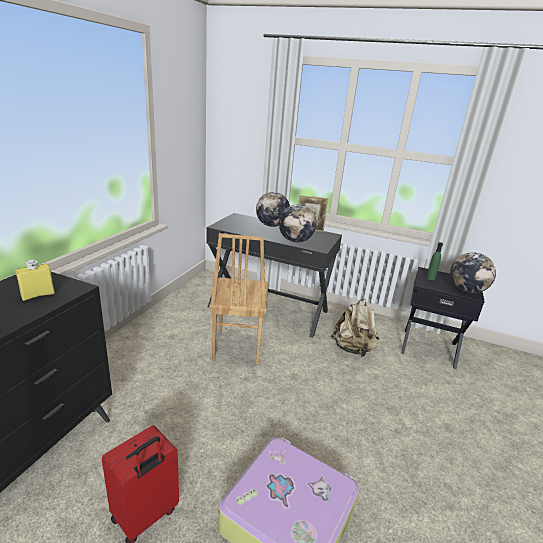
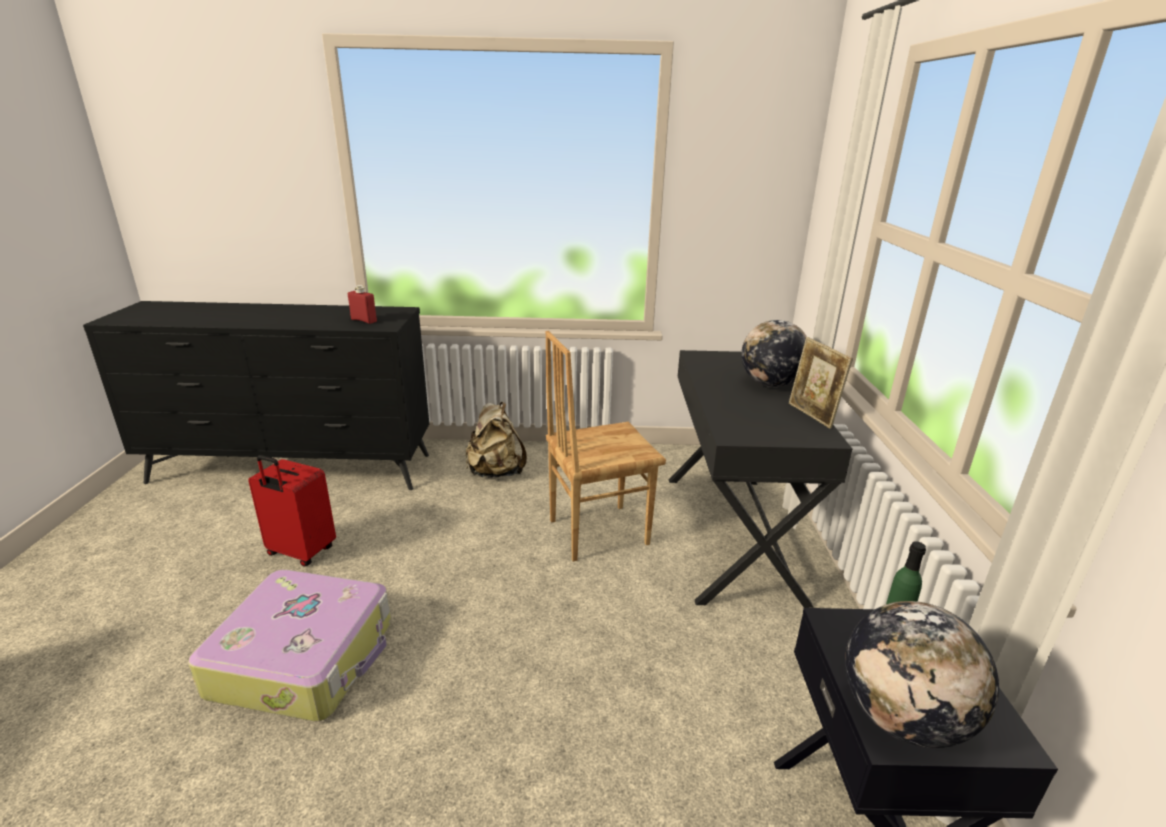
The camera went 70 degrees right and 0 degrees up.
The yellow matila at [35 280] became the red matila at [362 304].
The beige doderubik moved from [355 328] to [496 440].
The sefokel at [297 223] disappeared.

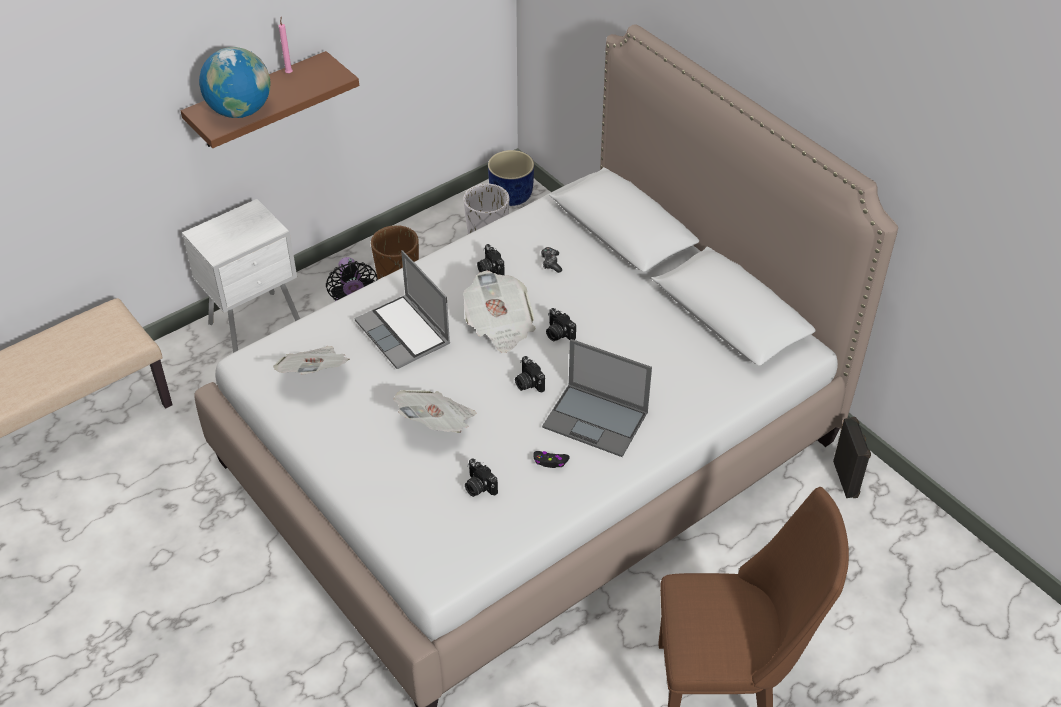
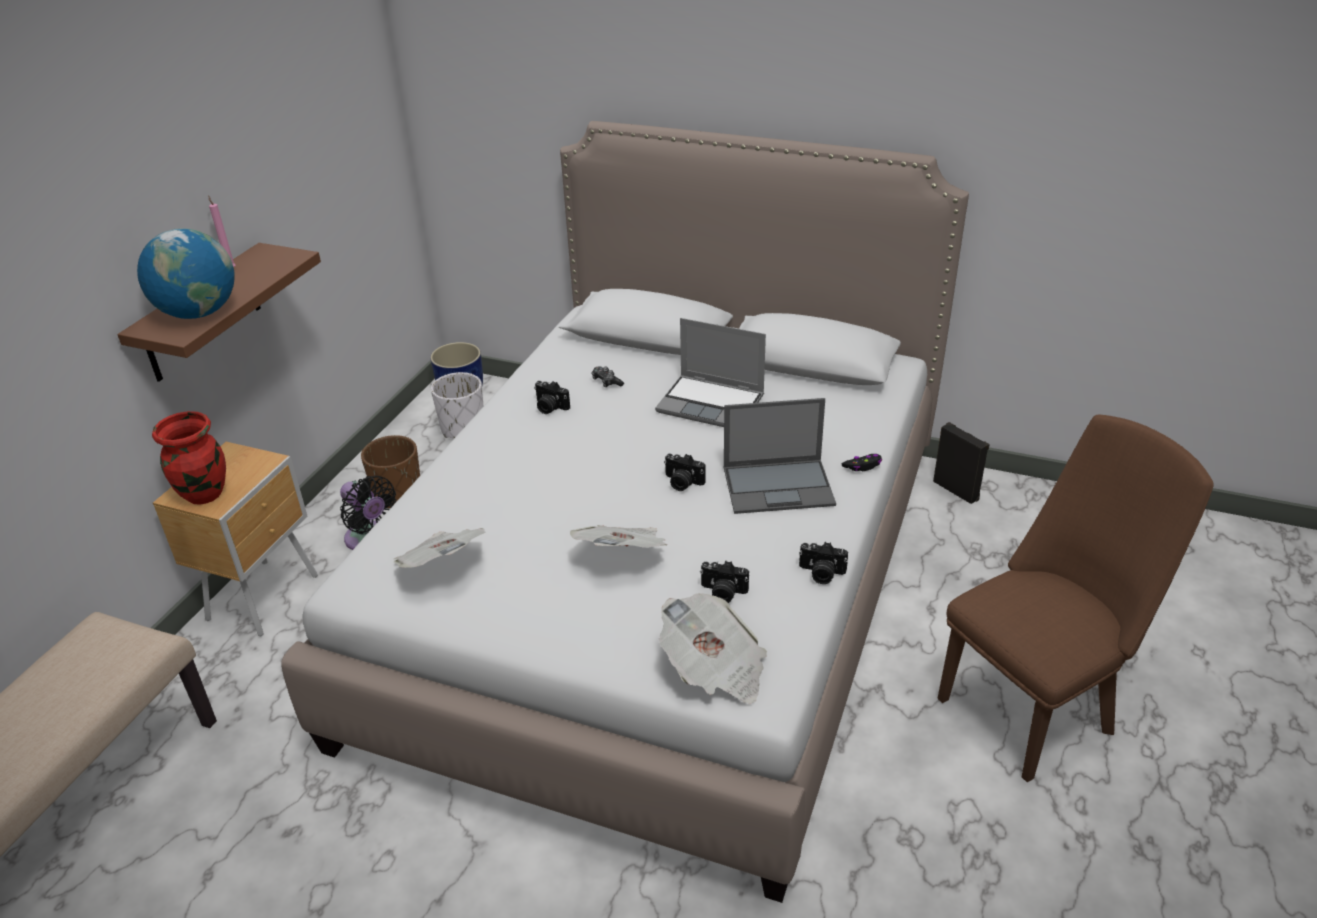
The camera went 30 degrees left and 10 degrees down.
The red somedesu at [189 458] appeared.
The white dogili at [241 276] became the brown dogili at [235 539].
The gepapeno moved from [402 309] to [710 372].
The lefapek moved from [499 311] to [713 648].
The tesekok moved from [561 324] to [823 563].
The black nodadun moved from [551 459] to [862 462].

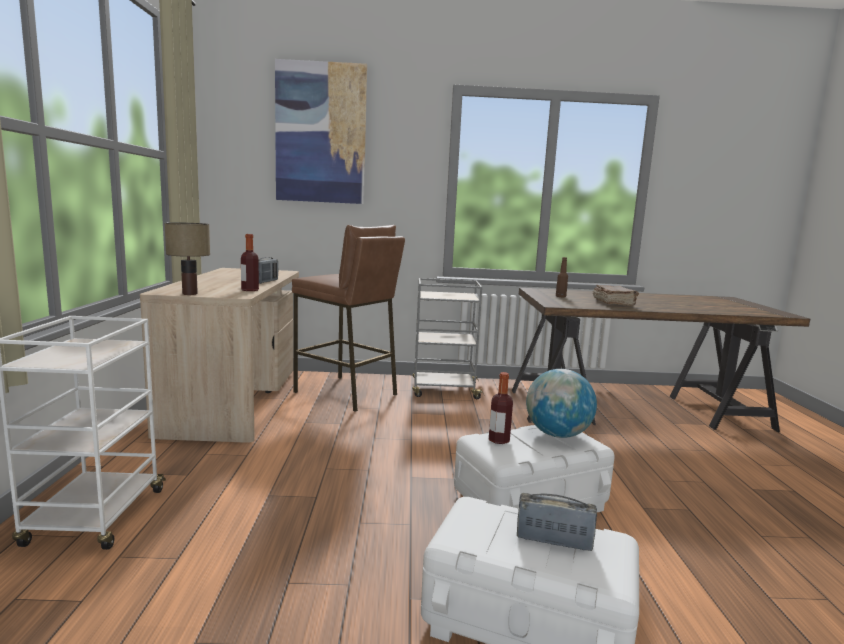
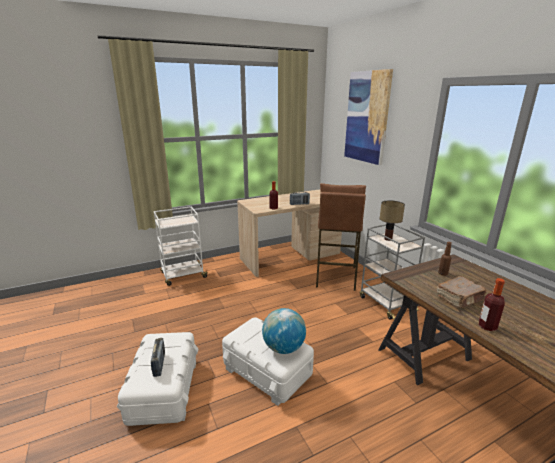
The camera went 65 degrees right and 10 degrees up.
The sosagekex moved from [187 258] to [392 220].
The matila moved from [501 408] to [492 304].

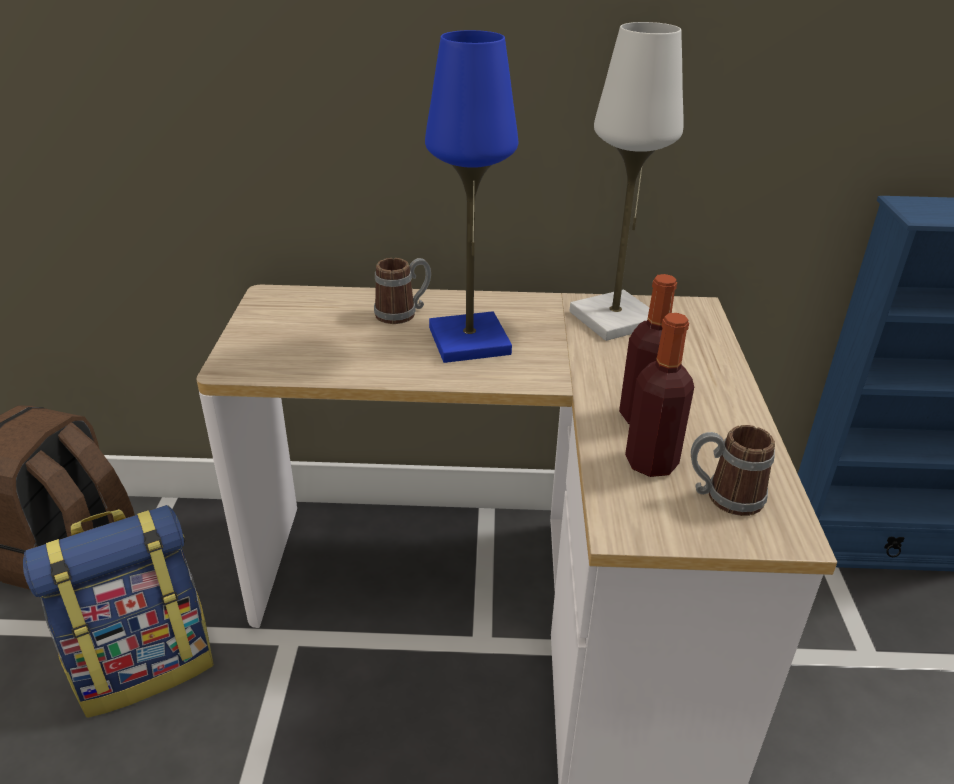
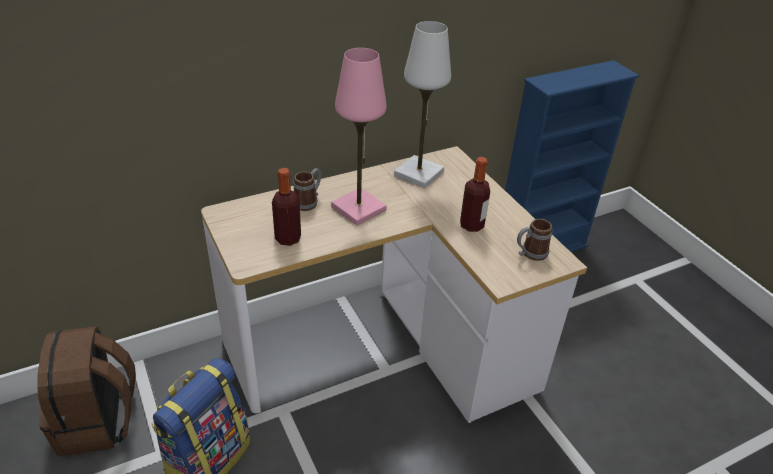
The camera went 30 degrees left and 5 degrees up.
The matila moved from [659 395] to [286 207].
The blue sosagekex at [471 196] became the pink sosagekex at [359 137].

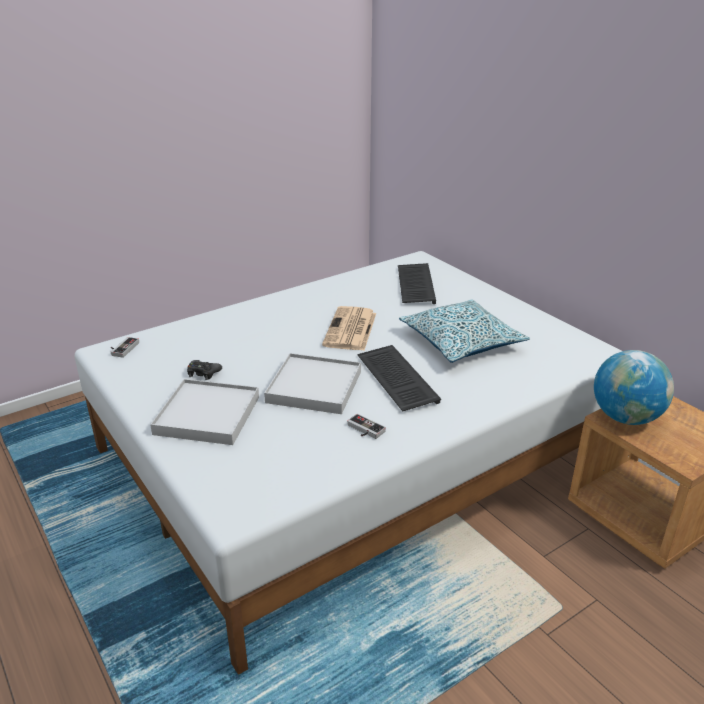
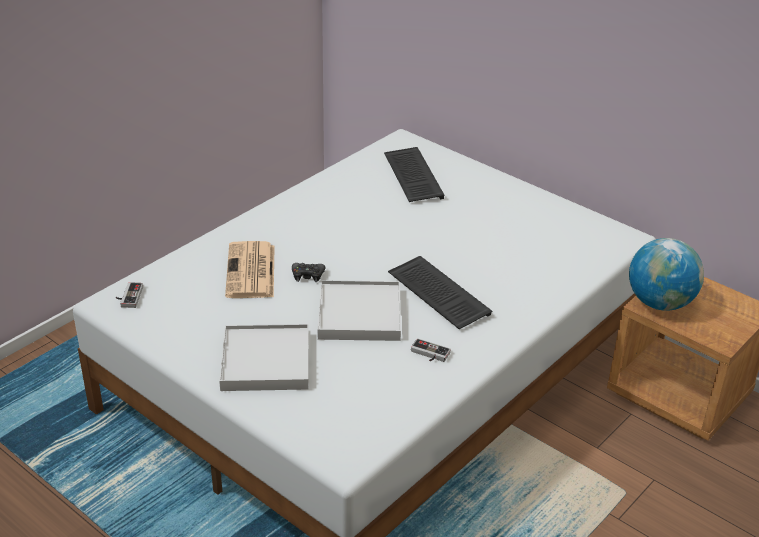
The camera went 15 degrees left and 5 degrees up.
The lefapek moved from [349 328] to [250 269].
The black nodadun moved from [204 370] to [308 272].
The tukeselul at [464 331] disappeared.

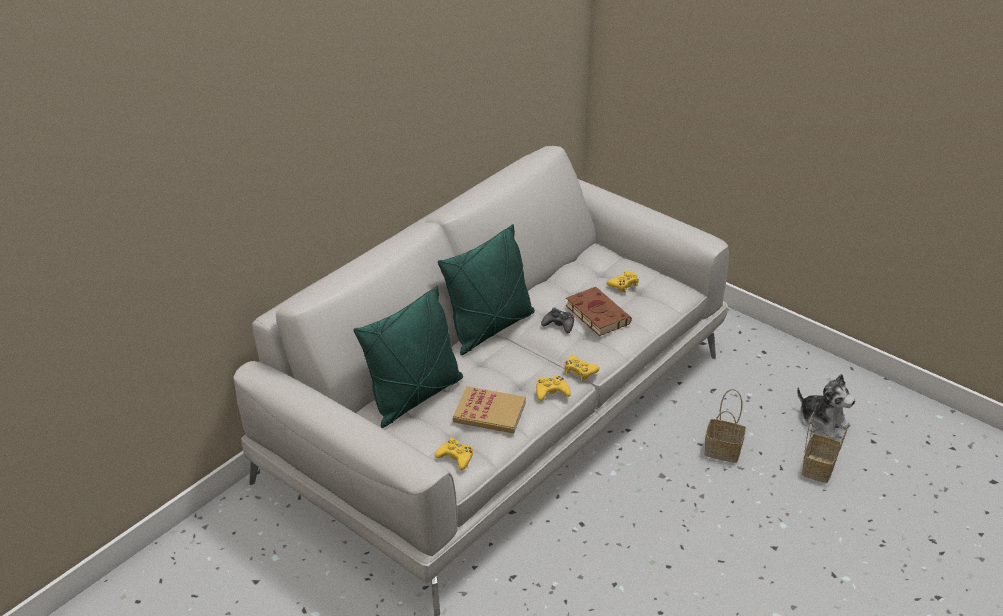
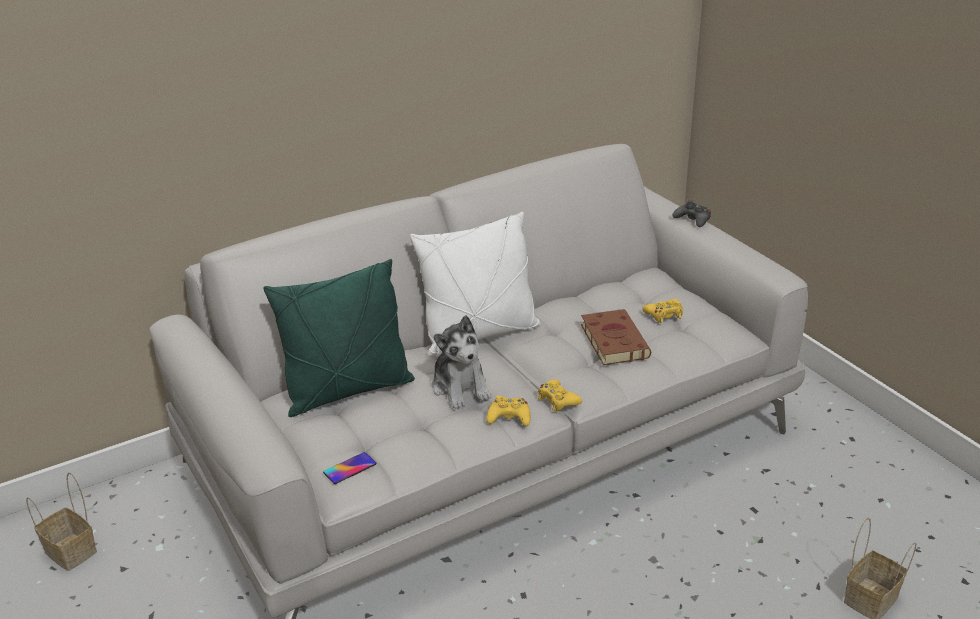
The camera went 20 degrees right and 5 degrees down.
The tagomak moved from [725 426] to [61 521].
The yellow nodadun at [454 454] was replaced by the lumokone at [349 468].
The green tukeselul at [486 289] became the white tukeselul at [475 284].
The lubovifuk moved from [826 407] to [461 362].
The black nodadun moved from [557 320] to [692 213].
The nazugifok at [489 410] disappeared.

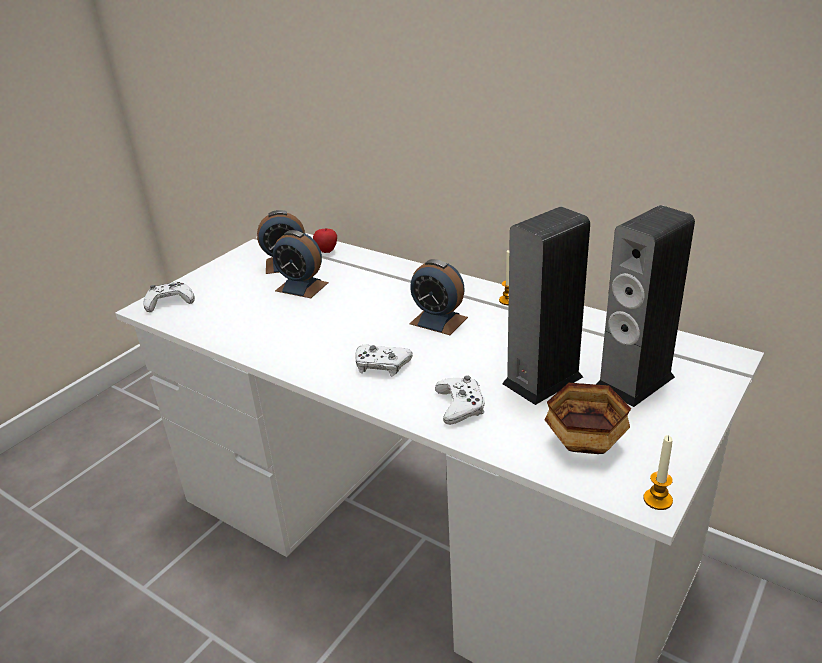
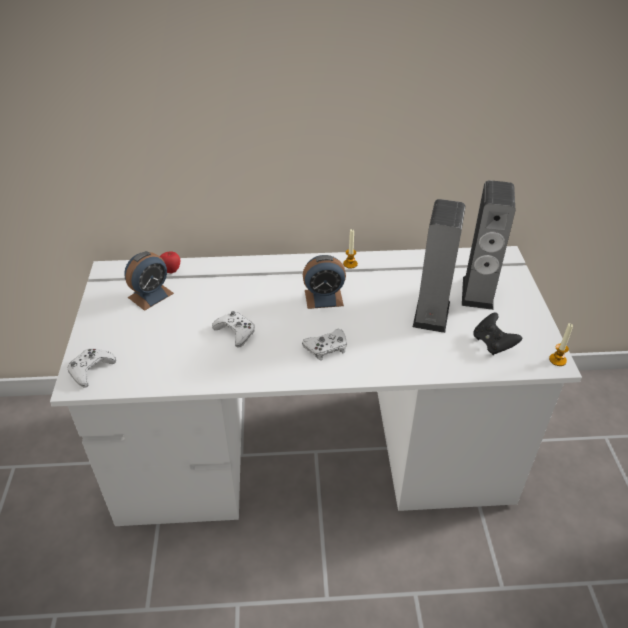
The camera went 40 degrees left and 10 degrees up.
The white nodadun moved from [460 400] to [233 329].
The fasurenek at [588 418] was replaced by the black nodadun at [497 333].
The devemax at [301 264] disappeared.

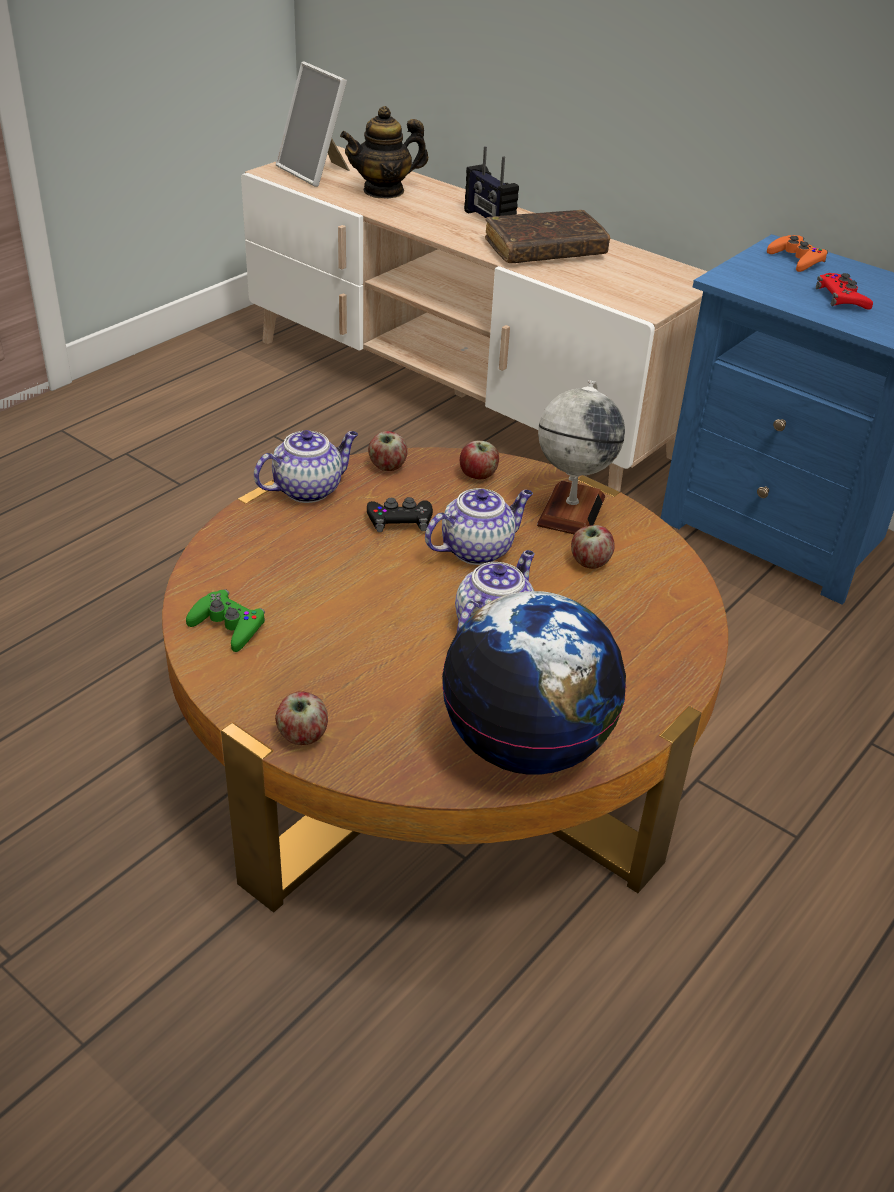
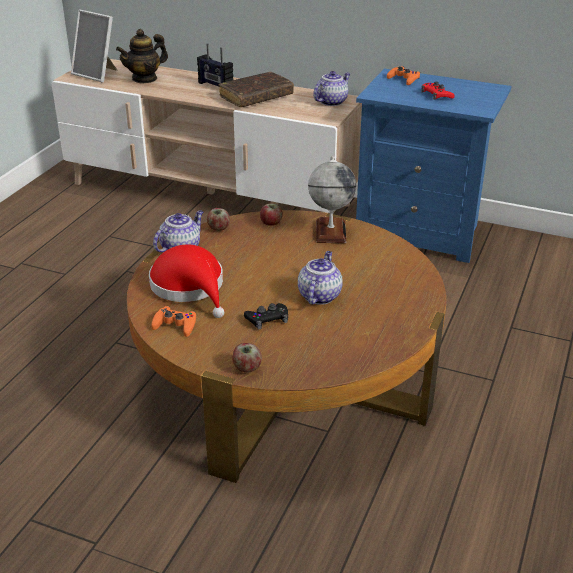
The camera went 15 degrees left and 5 degrees down.
The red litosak at [186 281] appeared.
The green nodadun at [225 620] became the orange nodadun at [173 321].
The black nodadun moved from [400 514] to [266 316].
The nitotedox moved from [479 526] to [331 88].
The sefokel at [534 683] disappeared.
The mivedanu at [593 547] disappeared.

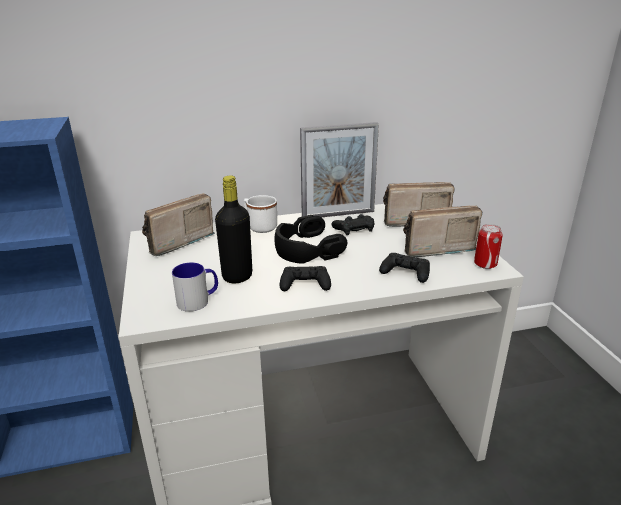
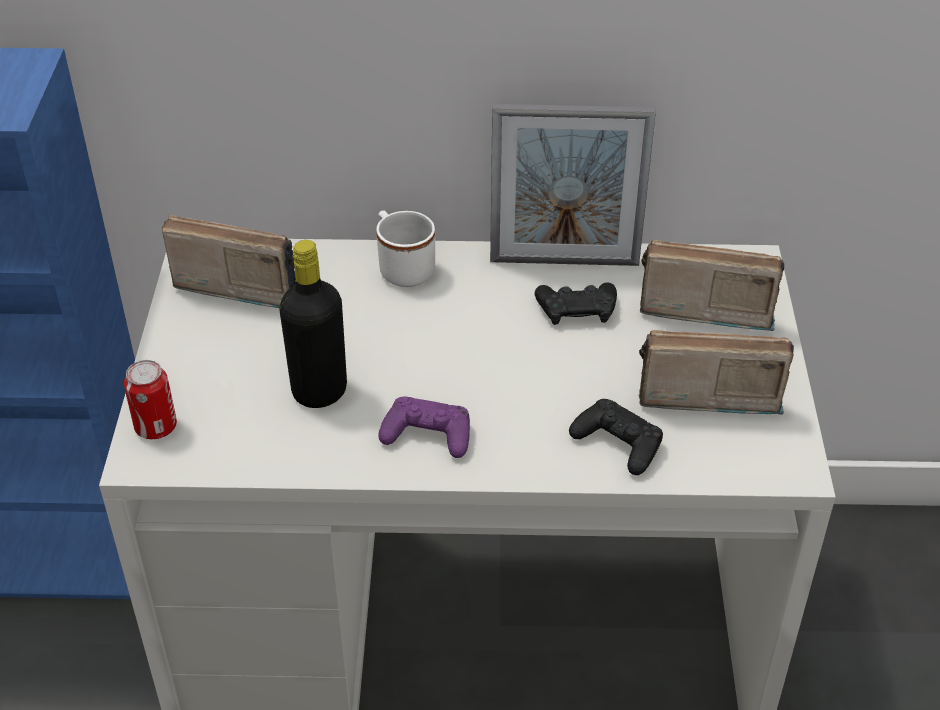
The camera went 15 degrees right and 15 degrees up.
The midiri moved from [488 246] to [150 399].
The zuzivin at [178 224] turned 45 degrees clockwise.
The black nodadun at [305 278] became the purple nodadun at [424 427].
The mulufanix at [195 287] disappeared.
The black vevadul at [310 239] disappeared.

